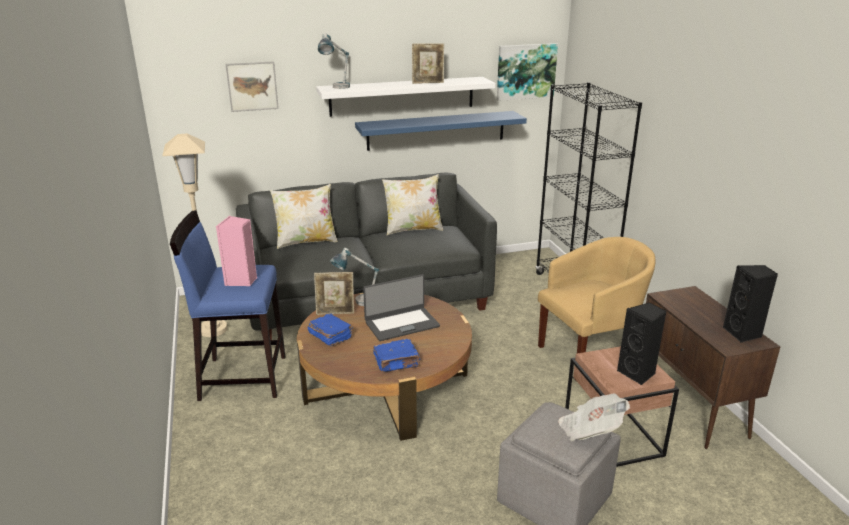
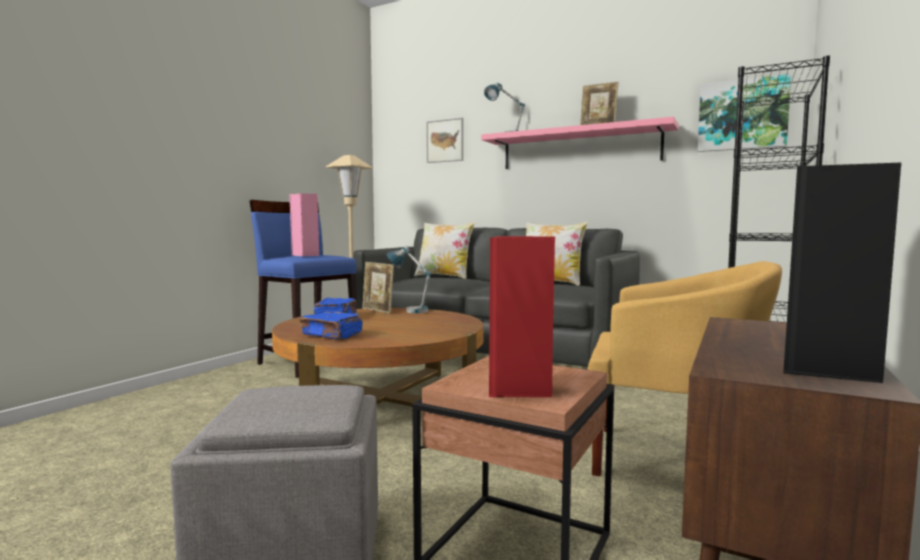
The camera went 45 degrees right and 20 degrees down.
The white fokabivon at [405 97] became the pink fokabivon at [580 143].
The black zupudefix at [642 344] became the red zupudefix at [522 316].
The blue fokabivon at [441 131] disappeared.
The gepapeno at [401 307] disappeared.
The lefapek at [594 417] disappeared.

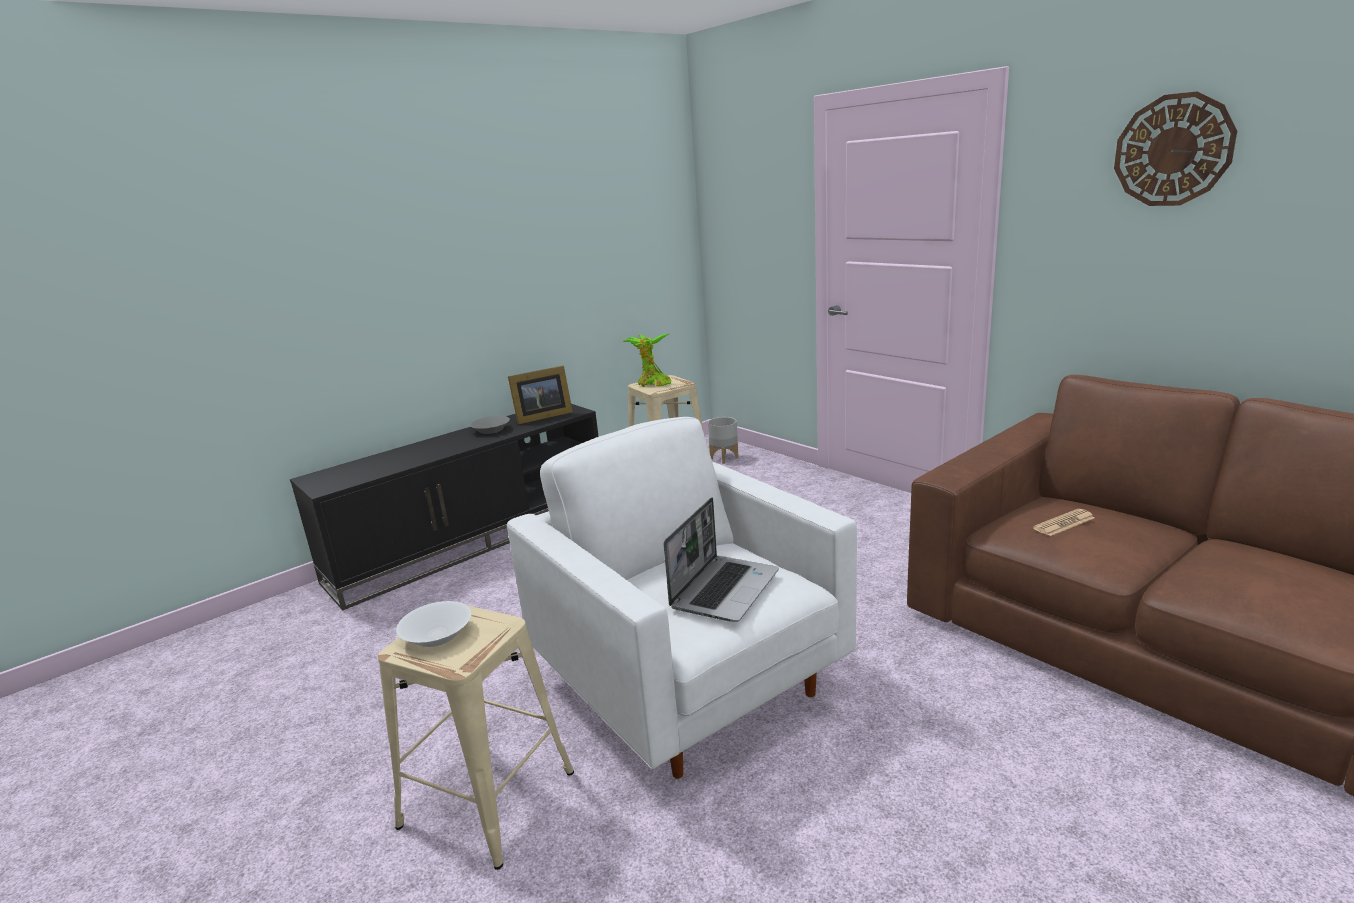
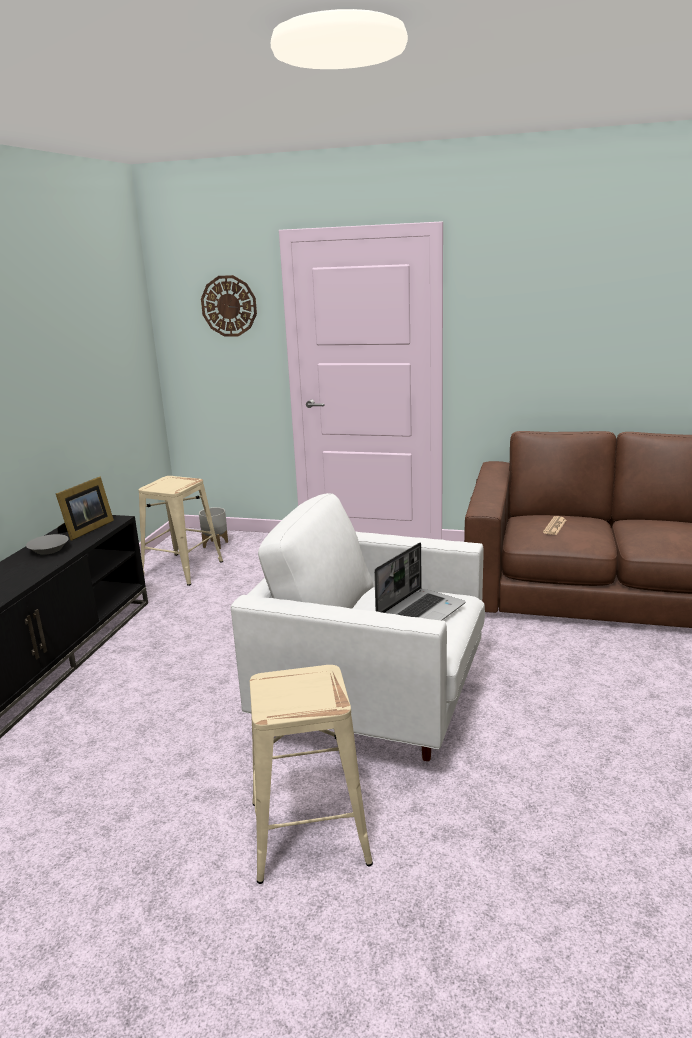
The camera went 35 degrees left and 0 degrees up.
The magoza moved from [1175 148] to [229 306].
The gepapeno at [721 559] turned 45 degrees clockwise.
The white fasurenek at [433 624] disappeared.
The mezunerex at [646 360] disappeared.

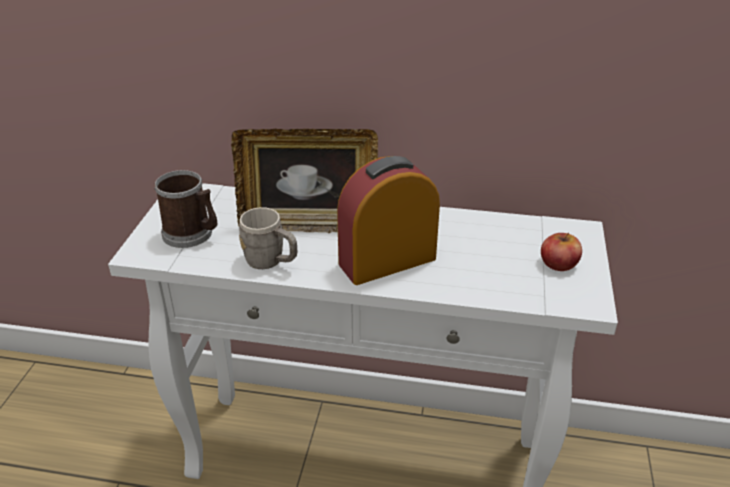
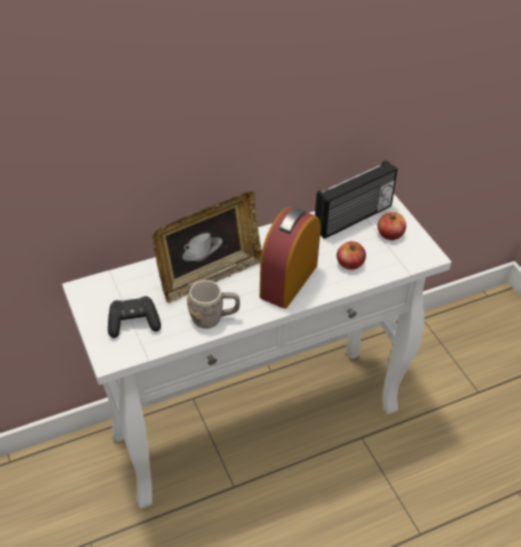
The camera went 35 degrees left and 10 degrees up.
The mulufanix at [186 209] was replaced by the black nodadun at [134 317].
The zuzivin at [356 199] appeared.
The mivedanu at [351 255] appeared.

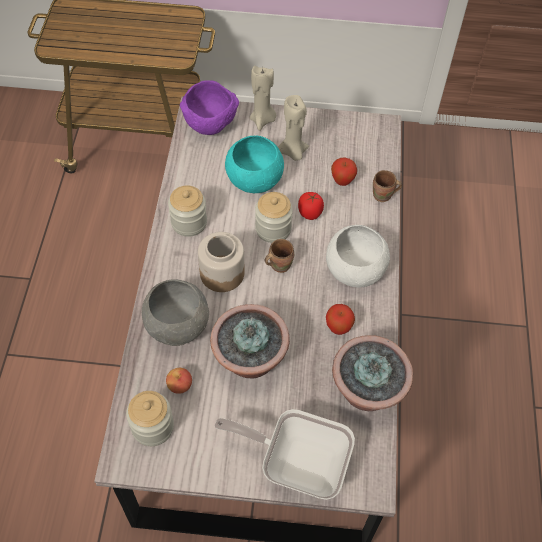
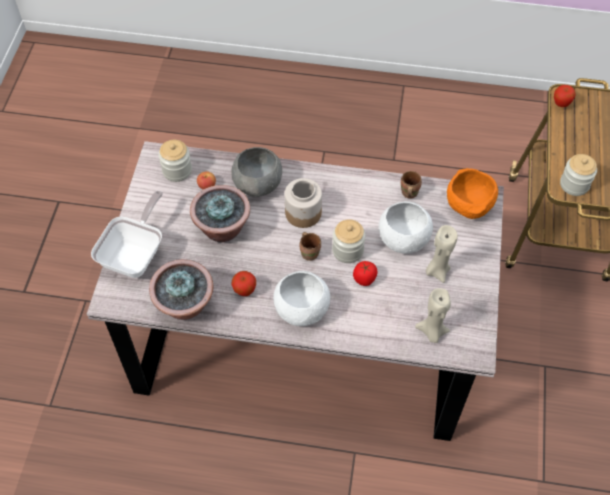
The camera went 95 degrees right and 0 degrees up.
The turquoise fasurenek at [254 164] became the white fasurenek at [406 227].
The brown mulufanix moved from [387 186] to [411 185].
The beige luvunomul moved from [263 98] to [433 315].
The purple fasurenek at [209 107] became the orange fasurenek at [472 193].
The mivedanu moved from [344 172] to [564 96].
The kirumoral moved from [187 211] to [578 175].

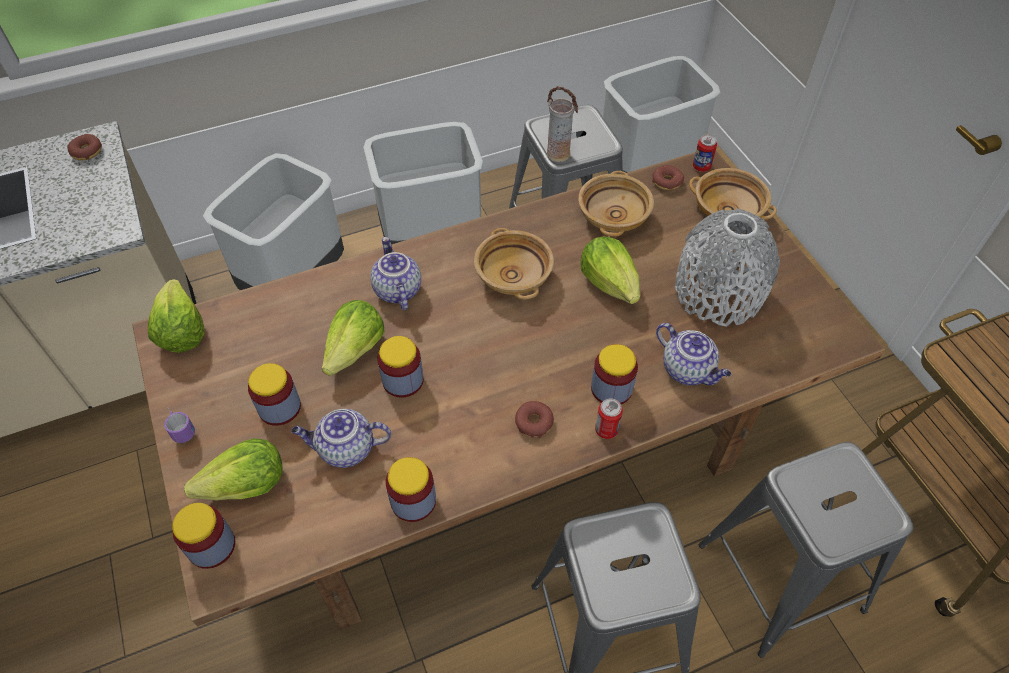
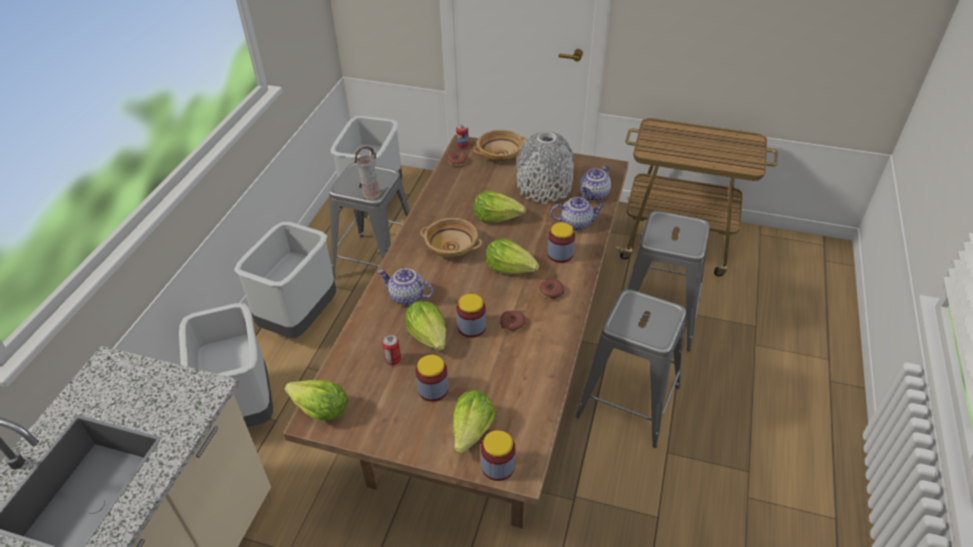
The camera went 50 degrees left and 10 degrees down.
The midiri moved from [609 418] to [391 350].
The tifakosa at [512 256] appeared.
The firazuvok moved from [85 147] to [513 321].
The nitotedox moved from [341 438] to [595 183].
The mulufanix at [179 425] disappeared.
The kirumoral at [411 489] disappeared.
The beige fasurenek at [616 204] disappeared.

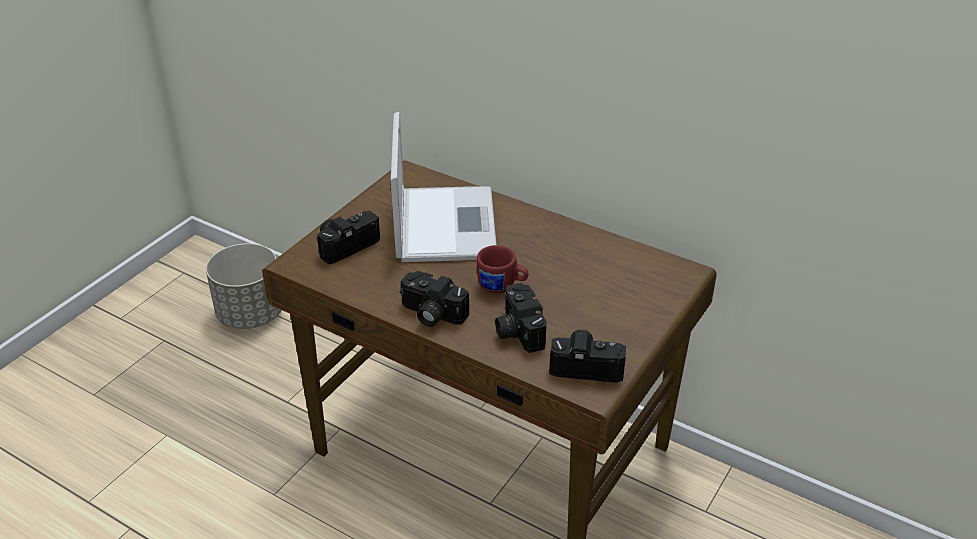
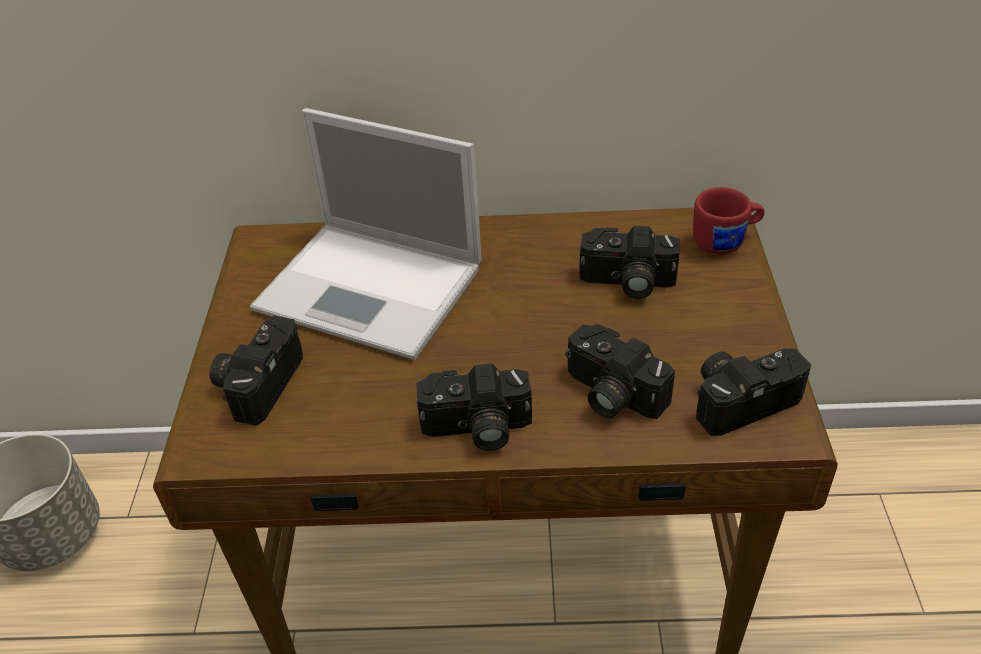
The camera went 30 degrees left and 5 degrees up.
The gepapeno at [444 187] turned 150 degrees clockwise.
The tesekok at [629 262] appeared.
The red mulufanix moved from [503 269] to [728 220].

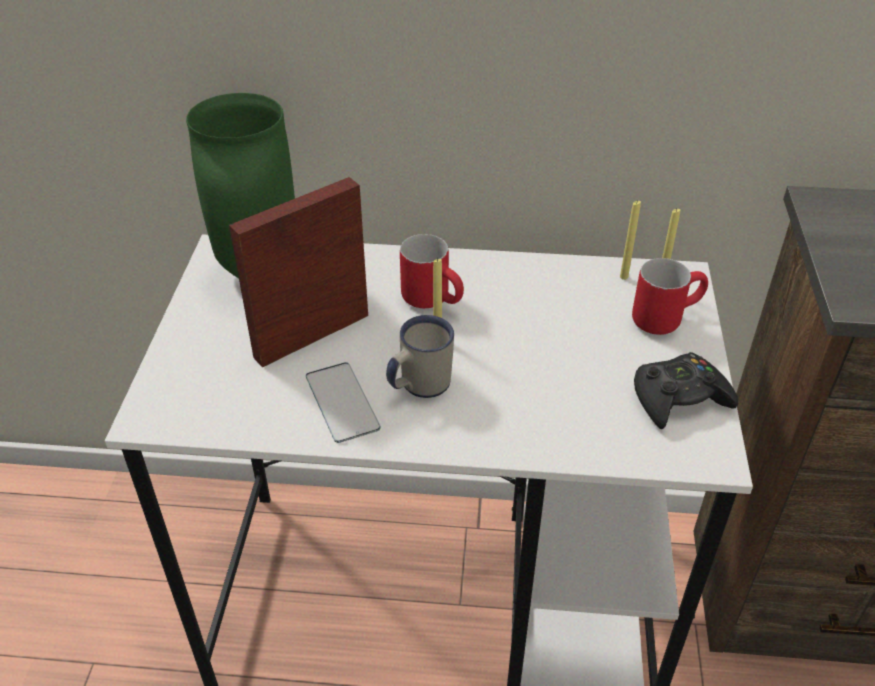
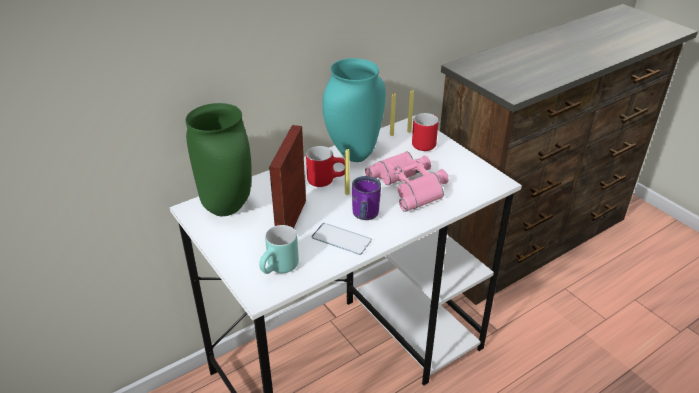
The camera went 40 degrees left and 5 degrees down.
The turquoise mulufanix at [279 249] appeared.
The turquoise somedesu at [354 110] appeared.
The white mulufanix at [420 356] became the purple mulufanix at [366 198].
The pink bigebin at [407 182] appeared.
The black nodadun at [686 390] disappeared.

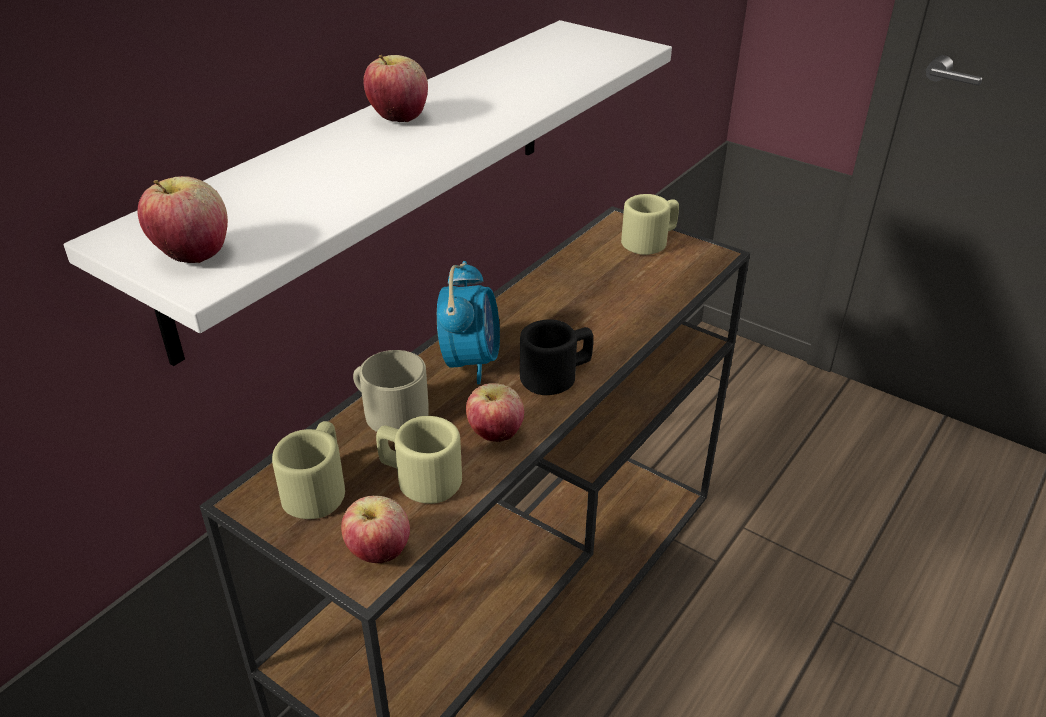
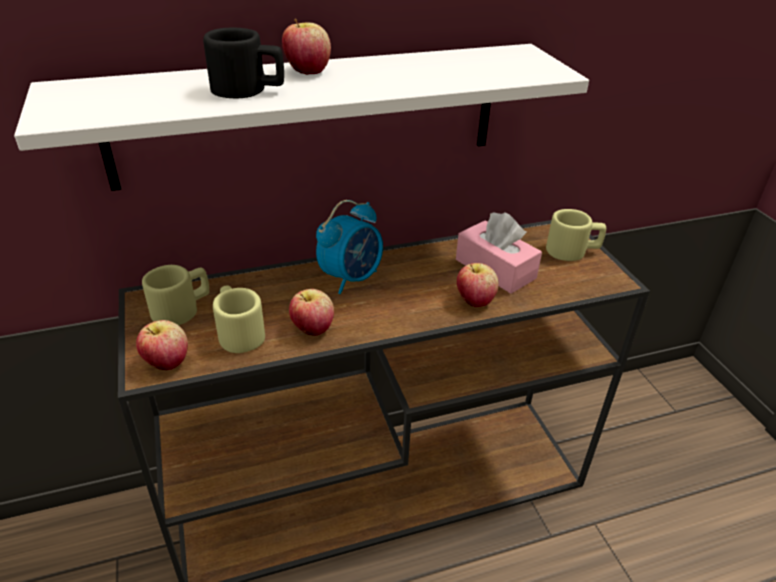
The camera went 35 degrees right and 0 degrees up.
The black mulufanix moved from [556 357] to [243 63].
The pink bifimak at [499 253] appeared.
The mivedanu moved from [183 219] to [478 285].
The beige mulufanix at [391 391] disappeared.

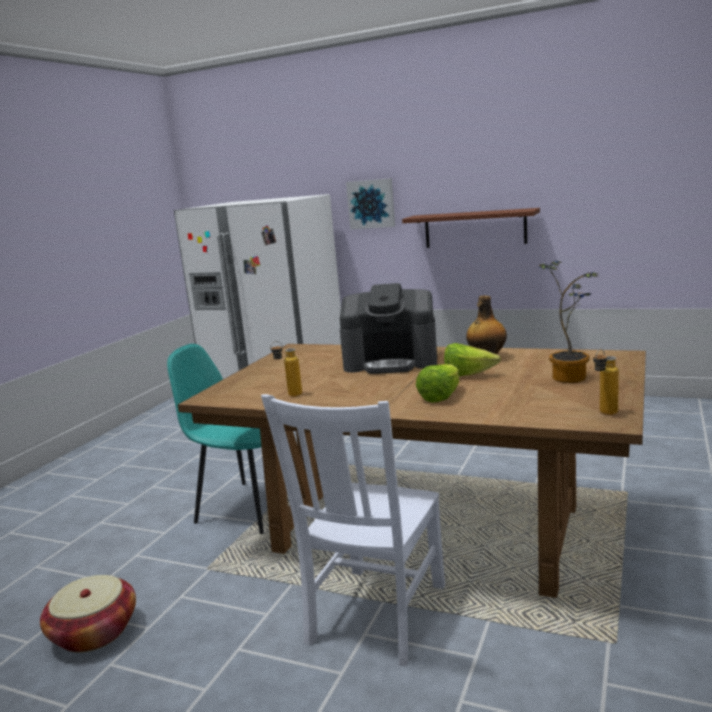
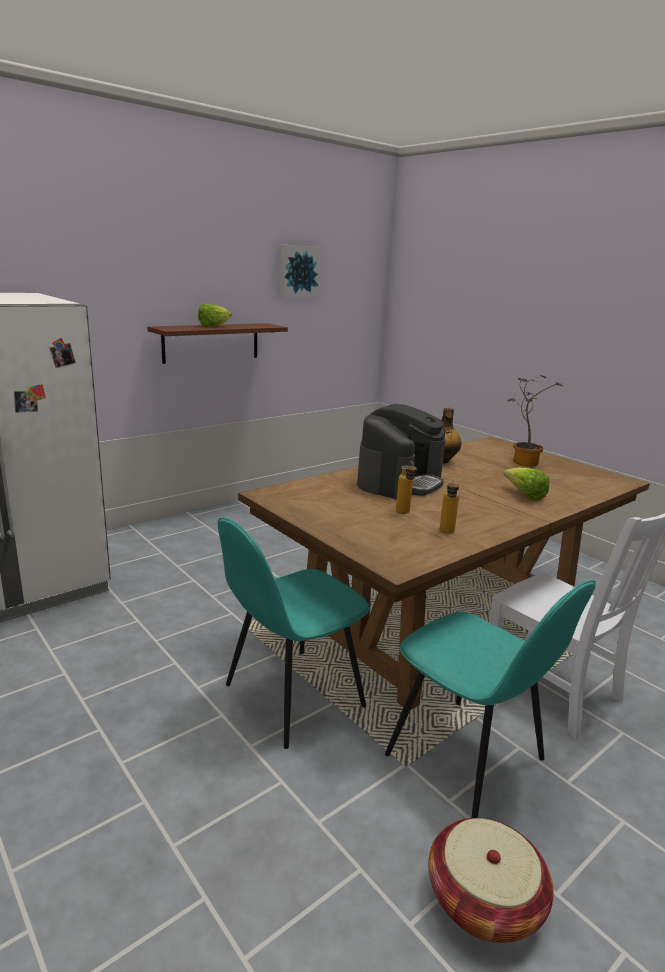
The camera went 65 degrees left and 5 degrees up.
The tifakosa moved from [472 359] to [215 315].
The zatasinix moved from [370 203] to [300 271].
The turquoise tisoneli at [490 699] appeared.
The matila moved from [606 382] to [406 487].

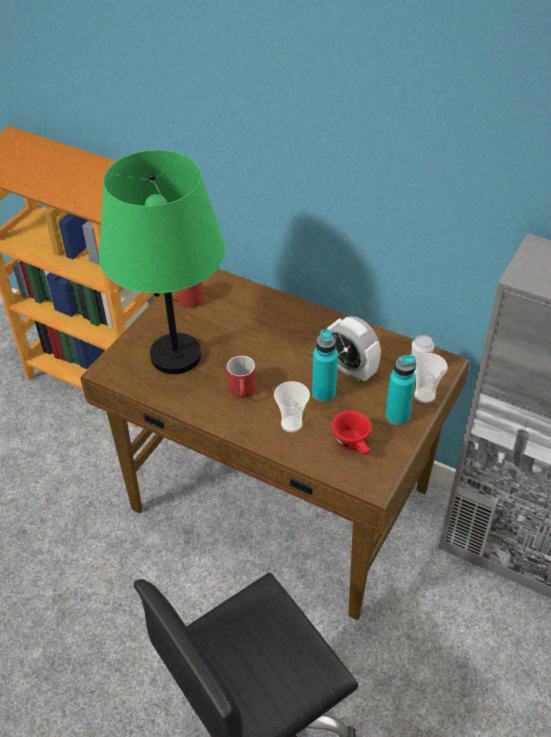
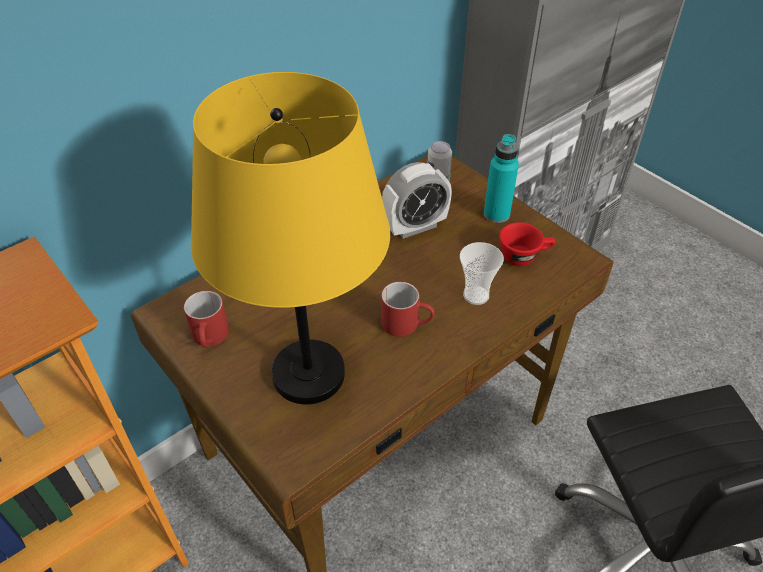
The camera went 70 degrees left and 0 degrees up.
The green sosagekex at [162 262] became the yellow sosagekex at [290 238].
The turquoise matila at [325 365] disappeared.
The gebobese at [431 378] disappeared.

